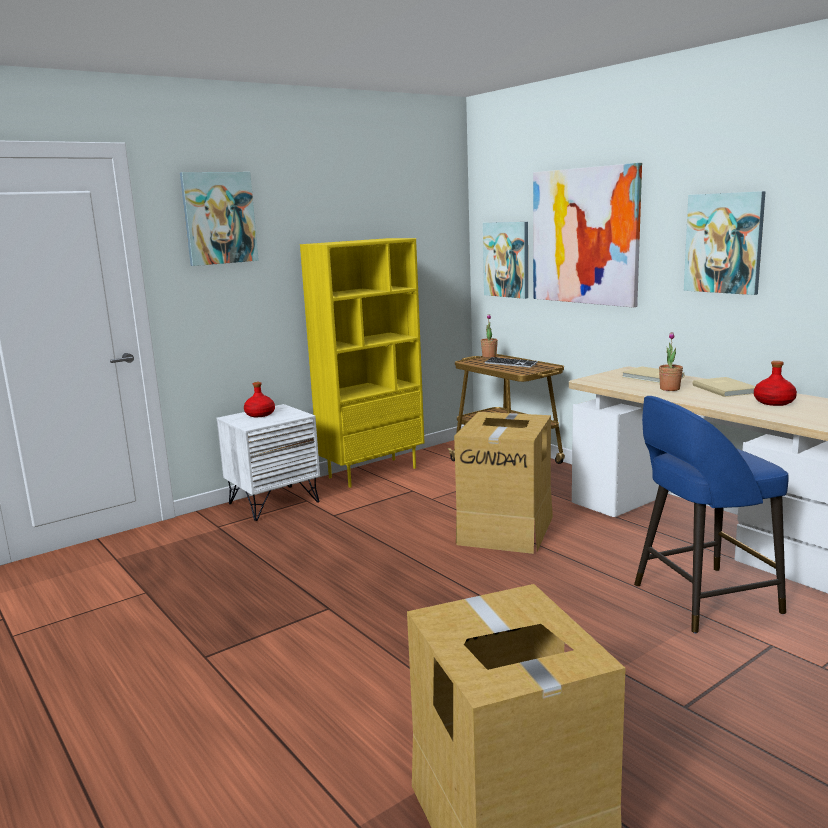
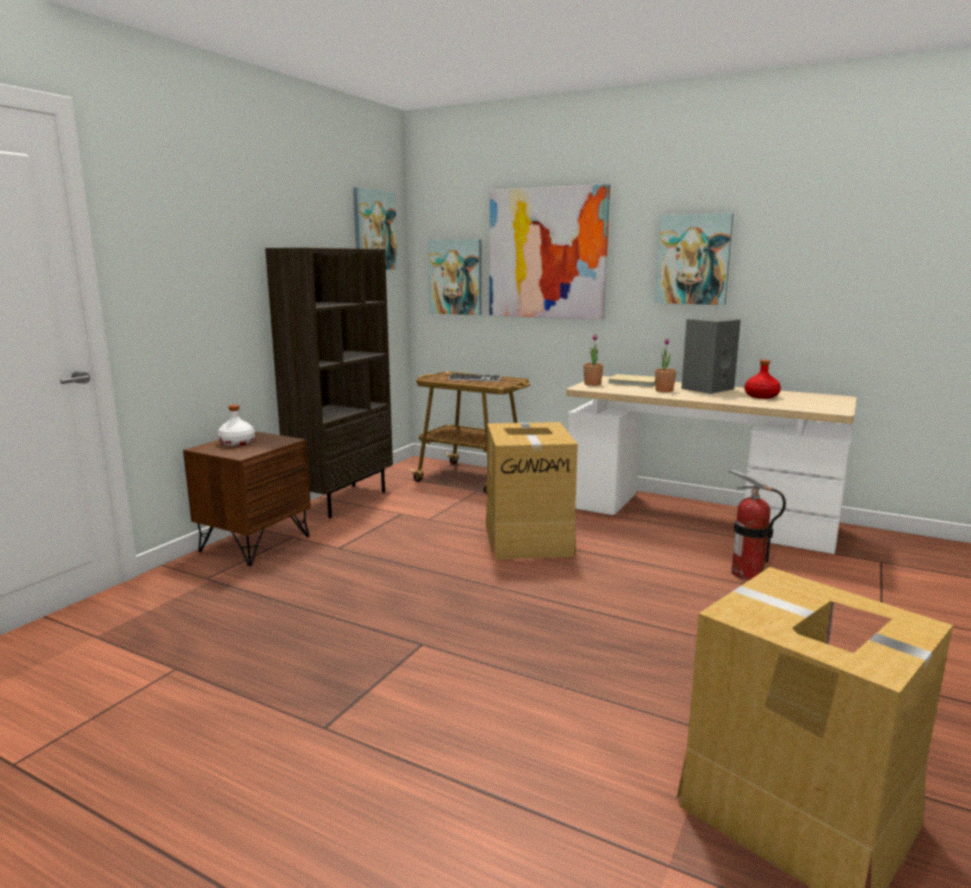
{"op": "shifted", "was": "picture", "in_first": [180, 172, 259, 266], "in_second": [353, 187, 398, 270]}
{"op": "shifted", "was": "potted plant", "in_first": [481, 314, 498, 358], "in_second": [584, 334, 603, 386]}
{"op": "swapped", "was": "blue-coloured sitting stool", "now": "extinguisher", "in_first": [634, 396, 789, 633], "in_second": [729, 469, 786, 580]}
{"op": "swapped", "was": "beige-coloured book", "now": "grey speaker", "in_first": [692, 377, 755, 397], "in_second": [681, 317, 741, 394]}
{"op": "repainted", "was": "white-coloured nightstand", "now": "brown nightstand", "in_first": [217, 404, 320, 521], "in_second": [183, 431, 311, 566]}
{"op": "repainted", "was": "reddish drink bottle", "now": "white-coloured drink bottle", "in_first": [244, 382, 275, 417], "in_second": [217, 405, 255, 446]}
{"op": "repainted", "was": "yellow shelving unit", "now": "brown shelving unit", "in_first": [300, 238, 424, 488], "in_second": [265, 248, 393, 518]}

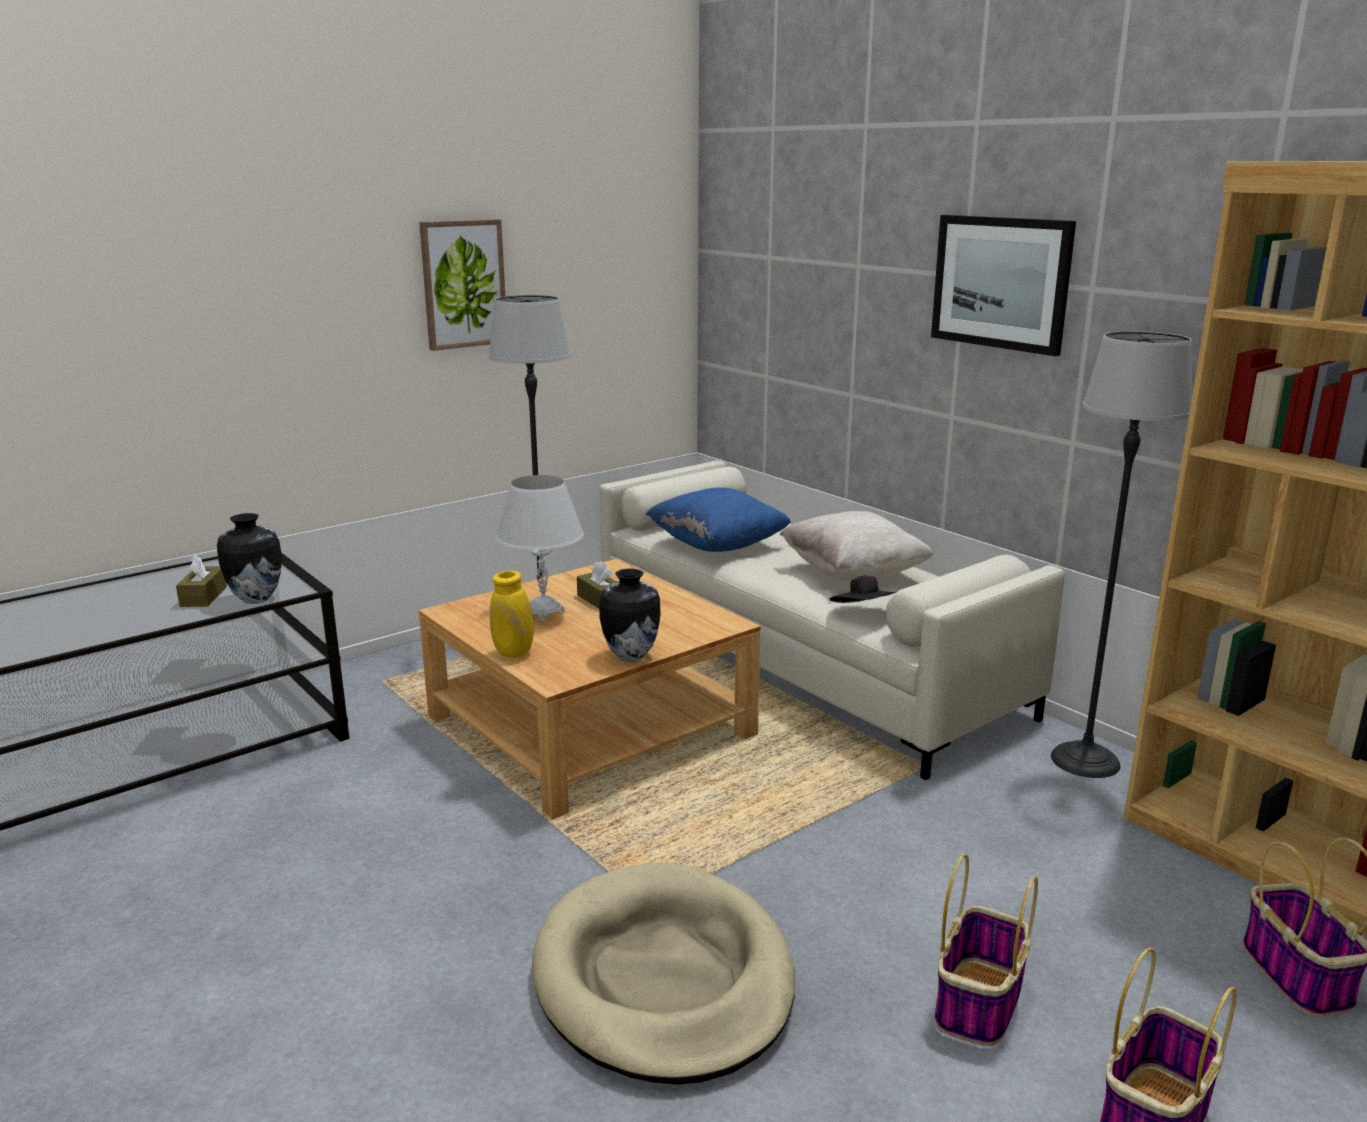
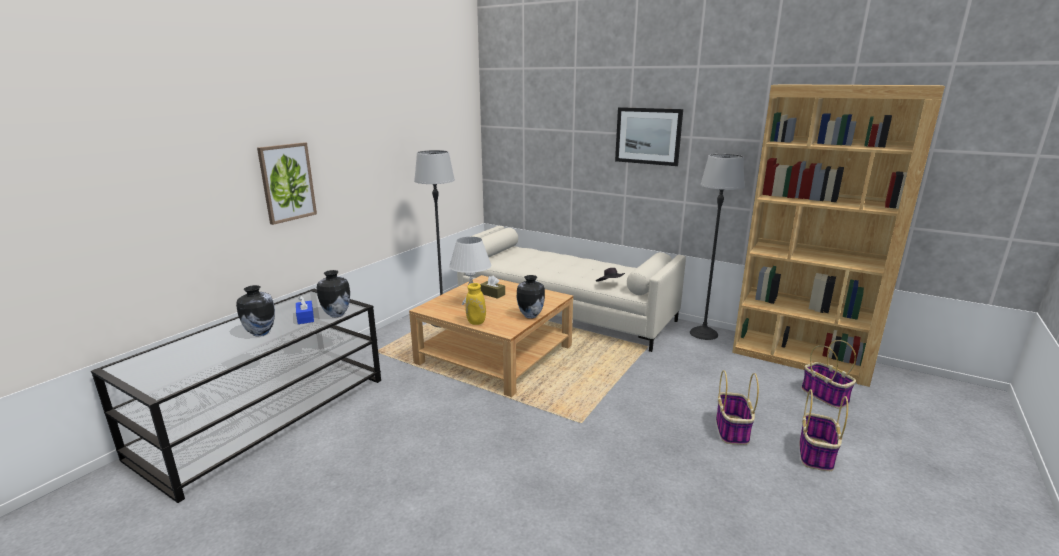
{"op": "gone", "was": "beige-coloured dog cushion", "in_first": [532, 863, 795, 1085]}
{"op": "gone", "was": "blue-coloured pillow", "in_first": [646, 487, 791, 552]}
{"op": "gone", "was": "beige-coloured pillow", "in_first": [779, 511, 933, 580]}
{"op": "new", "now": "decorative vase", "in_second": [236, 285, 275, 336]}
{"op": "shifted", "was": "picture", "in_first": [419, 219, 505, 351], "in_second": [257, 142, 317, 225]}
{"op": "repainted", "was": "brown box of tissues", "now": "blue-coloured box of tissues", "in_first": [176, 555, 227, 607], "in_second": [296, 296, 314, 324]}

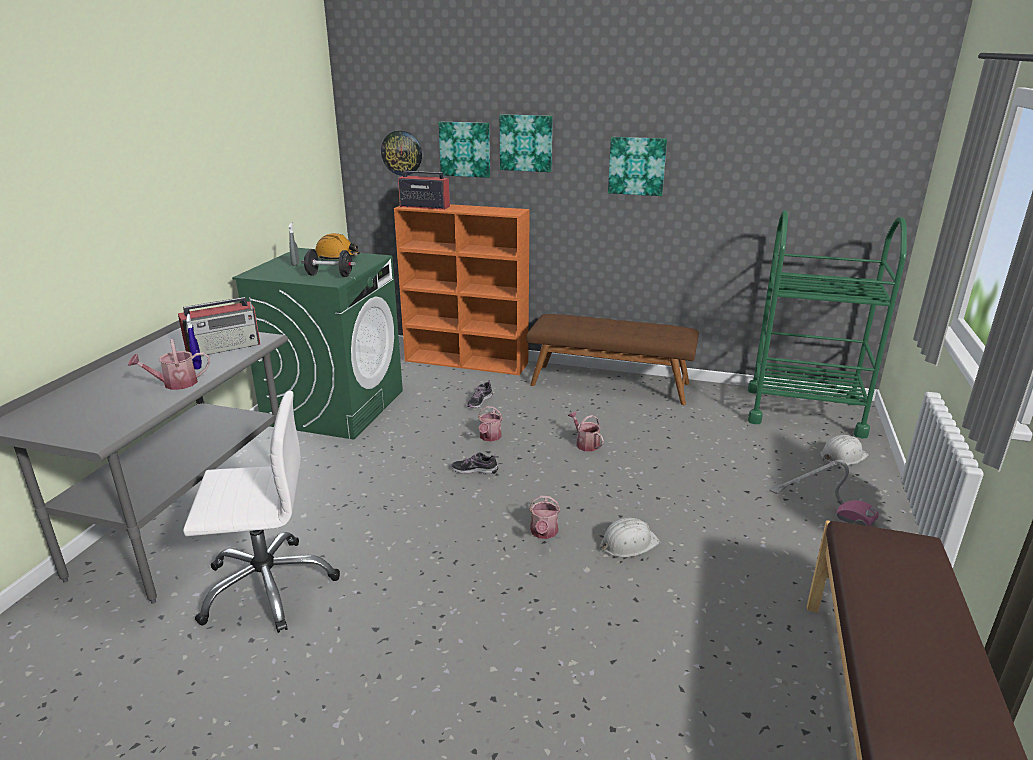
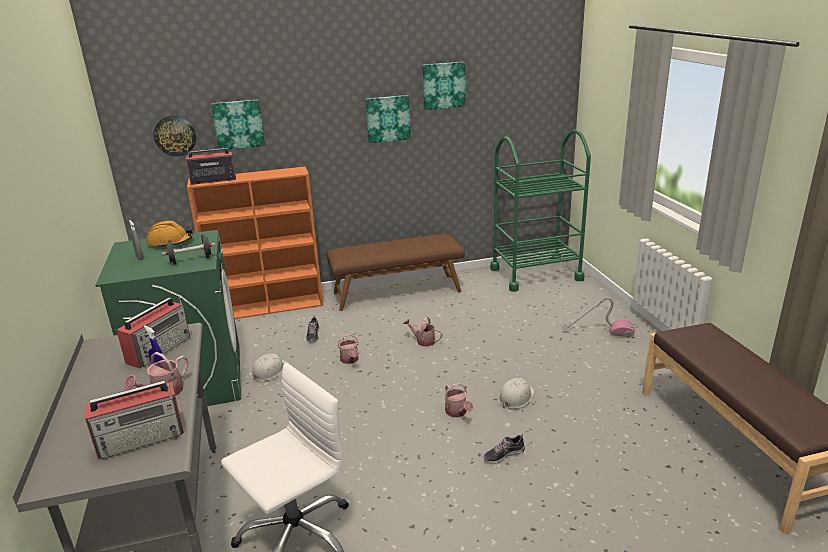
{"op": "new", "now": "radio", "in_second": [85, 380, 184, 459]}
{"op": "shifted", "was": "low shoe", "in_first": [451, 452, 498, 474], "in_second": [483, 434, 525, 464]}
{"op": "shifted", "was": "picture", "in_first": [499, 114, 553, 172], "in_second": [422, 62, 466, 110]}
{"op": "shifted", "was": "white-coloured safety helmet", "in_first": [820, 435, 869, 465], "in_second": [252, 354, 289, 381]}

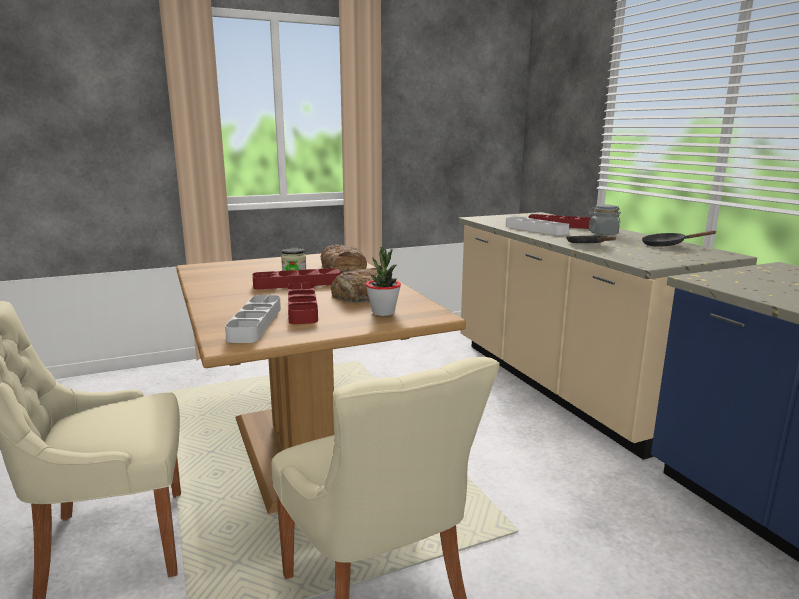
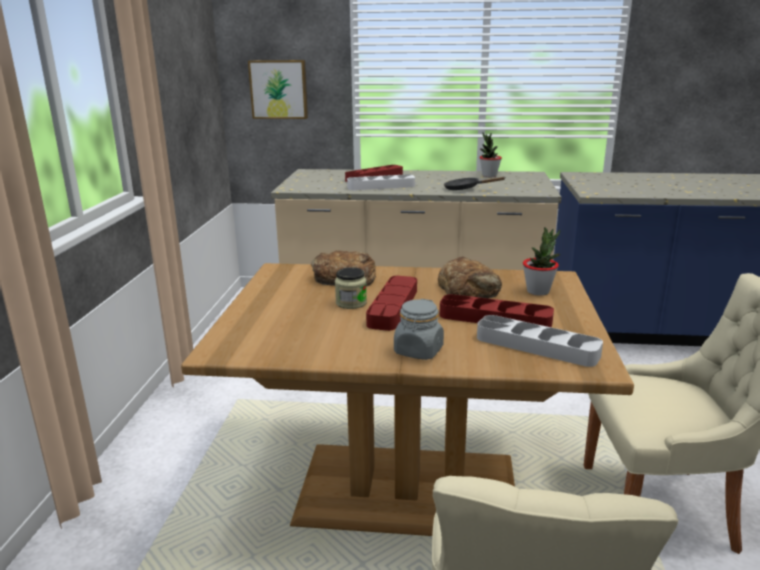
{"op": "new", "now": "picture", "in_second": [248, 60, 308, 119]}
{"op": "shifted", "was": "grey storage jar", "in_first": [589, 204, 621, 235], "in_second": [394, 299, 444, 360]}
{"op": "swapped", "was": "blackish skillet", "now": "potted plant", "in_first": [642, 231, 717, 247], "in_second": [479, 133, 502, 177]}

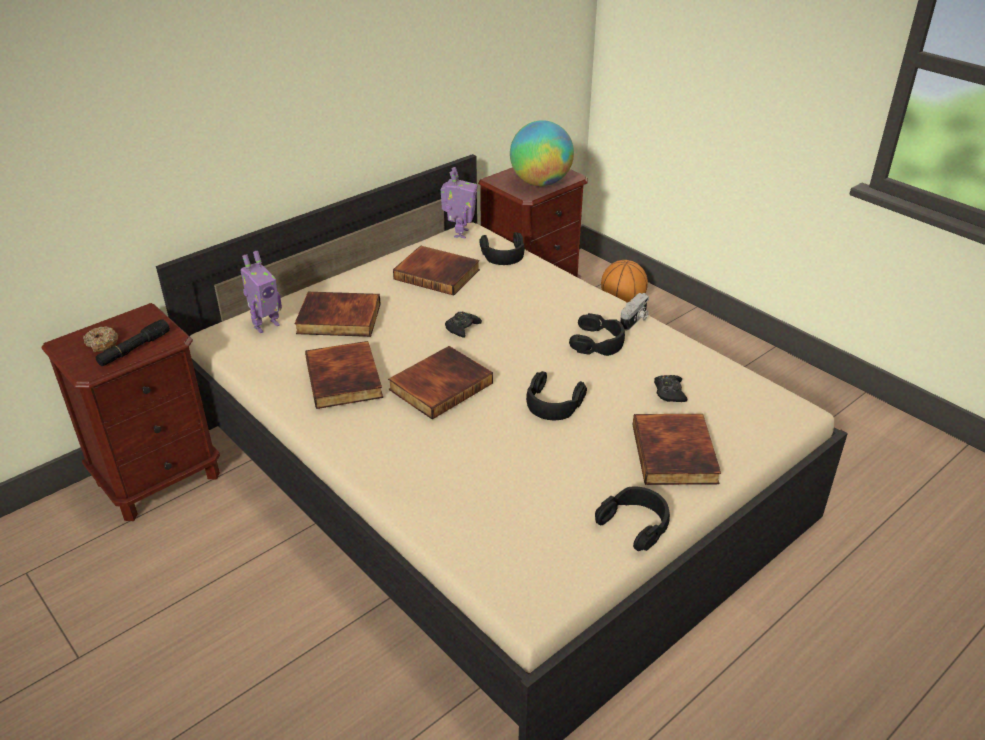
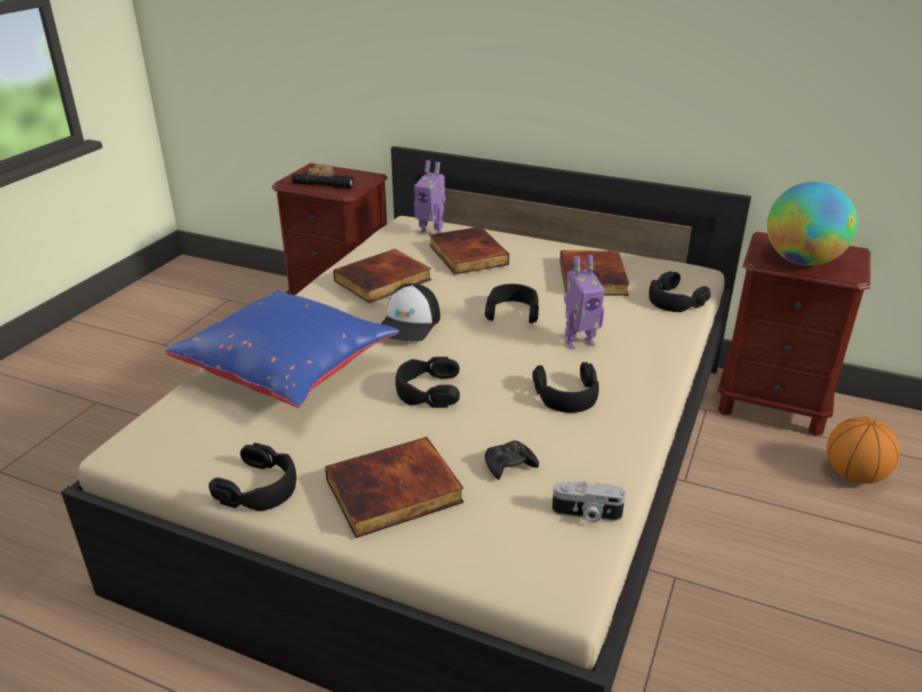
{"op": "new", "now": "blue-coloured pillow", "in_second": [165, 290, 399, 408]}
{"op": "shifted", "was": "robot figure", "in_first": [441, 167, 478, 238], "in_second": [564, 255, 605, 349]}
{"op": "shifted", "was": "still camera", "in_first": [620, 293, 649, 331], "in_second": [552, 481, 626, 523]}
{"op": "swapped", "was": "book", "now": "baseball cap", "in_first": [388, 346, 493, 419], "in_second": [381, 283, 440, 342]}
{"op": "swapped", "was": "blackish gamepad", "now": "blackish pair of headphones", "in_first": [445, 311, 482, 338], "in_second": [485, 284, 539, 323]}

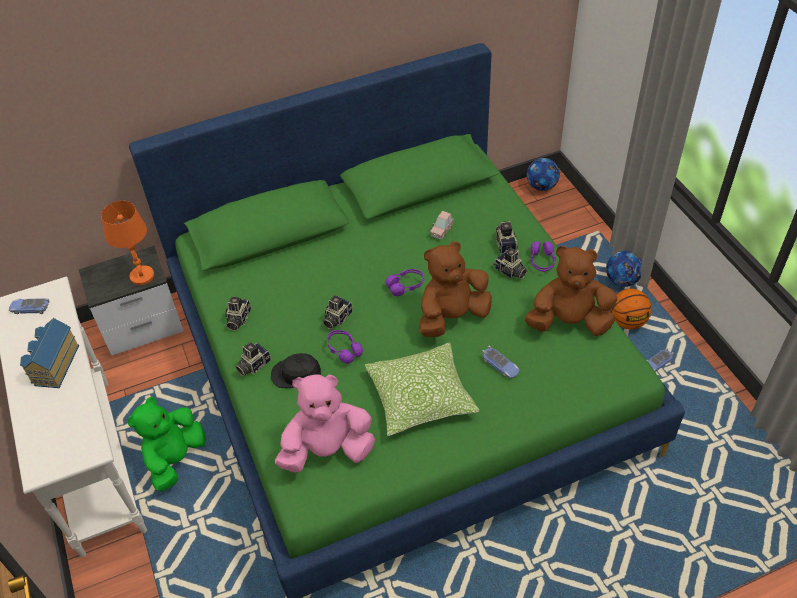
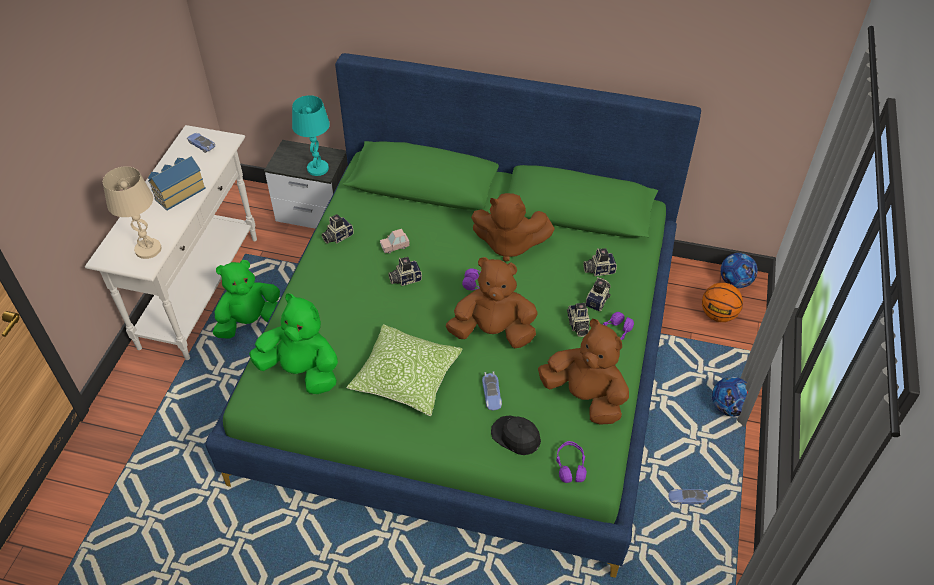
{"op": "new", "now": "beige-coloured tabletop lamp", "in_second": [103, 166, 161, 259]}
{"op": "new", "now": "brown plush toy", "in_second": [471, 193, 555, 261]}
{"op": "shifted", "was": "still camera", "in_first": [235, 342, 271, 376], "in_second": [583, 248, 617, 276]}
{"op": "shifted", "was": "blackish baseball cap", "in_first": [271, 353, 321, 388], "in_second": [491, 415, 541, 455]}
{"op": "shifted", "was": "purple-coloured pair of headphones", "in_first": [327, 330, 363, 364], "in_second": [556, 441, 587, 483]}
{"op": "shifted", "was": "pink-coloured toy car", "in_first": [430, 211, 454, 240], "in_second": [380, 229, 410, 254]}
{"op": "shifted", "was": "basketball", "in_first": [610, 288, 652, 329], "in_second": [702, 283, 743, 322]}
{"op": "repainted", "was": "orangey tabletop lamp", "now": "turquoise tabletop lamp", "in_first": [101, 201, 154, 285], "in_second": [292, 95, 330, 176]}
{"op": "repainted", "was": "pink-coloured plush toy", "now": "green plush toy", "in_first": [275, 374, 375, 473], "in_second": [249, 294, 338, 394]}

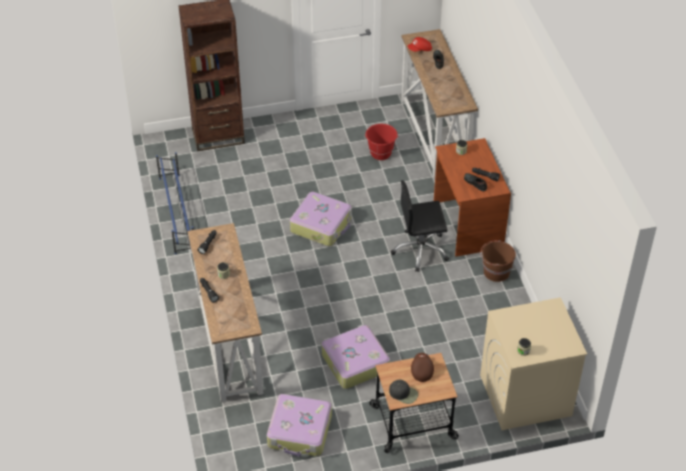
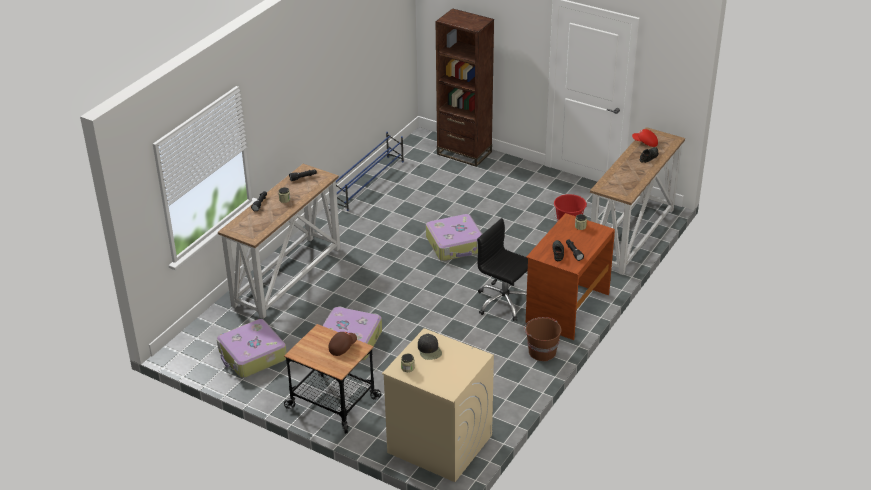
{"op": "shifted", "was": "blackish baseball cap", "in_first": [389, 380, 418, 404], "in_second": [418, 334, 442, 360]}

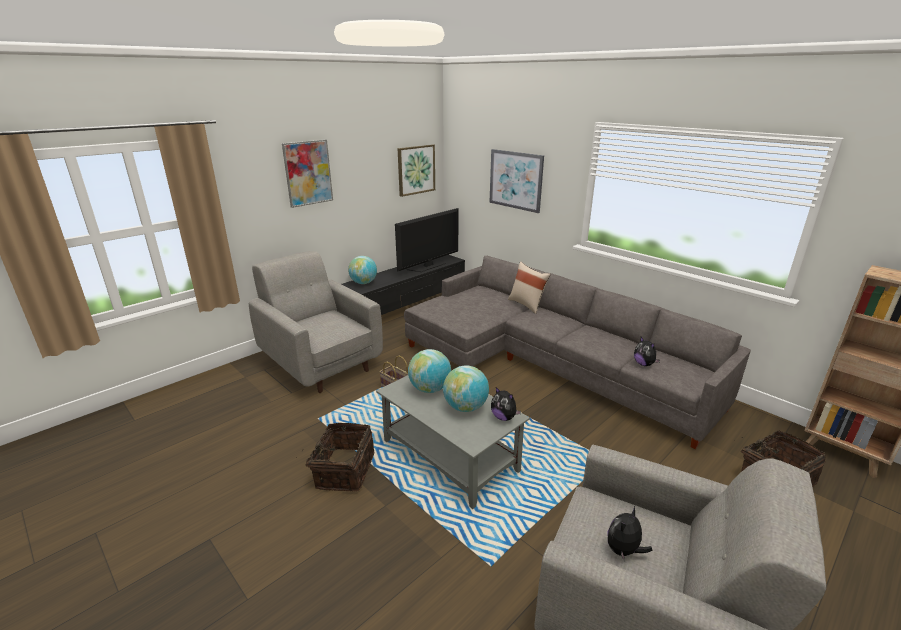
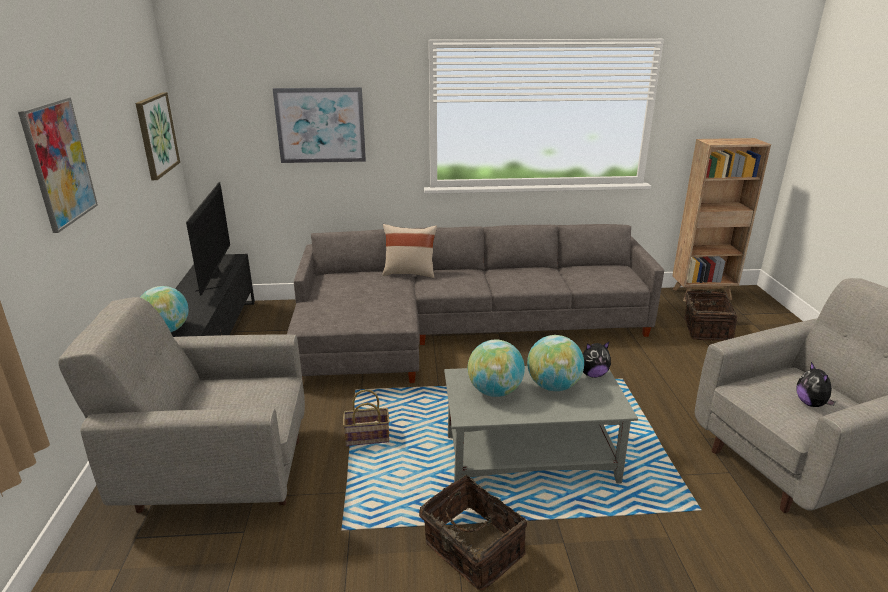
{"op": "gone", "was": "plush toy", "in_first": [634, 337, 660, 366]}

